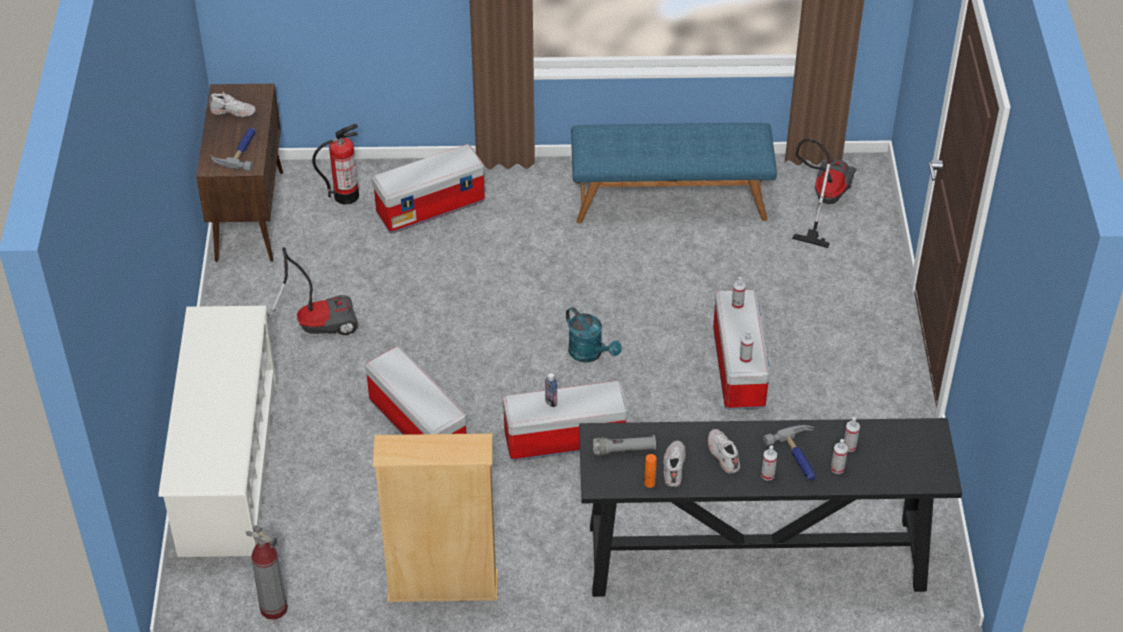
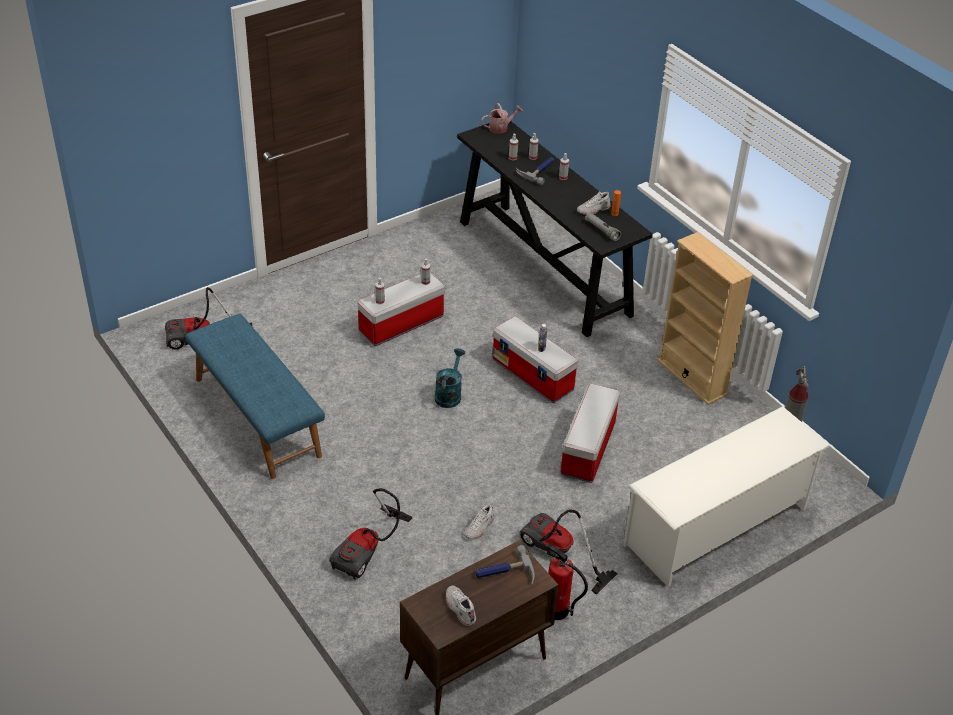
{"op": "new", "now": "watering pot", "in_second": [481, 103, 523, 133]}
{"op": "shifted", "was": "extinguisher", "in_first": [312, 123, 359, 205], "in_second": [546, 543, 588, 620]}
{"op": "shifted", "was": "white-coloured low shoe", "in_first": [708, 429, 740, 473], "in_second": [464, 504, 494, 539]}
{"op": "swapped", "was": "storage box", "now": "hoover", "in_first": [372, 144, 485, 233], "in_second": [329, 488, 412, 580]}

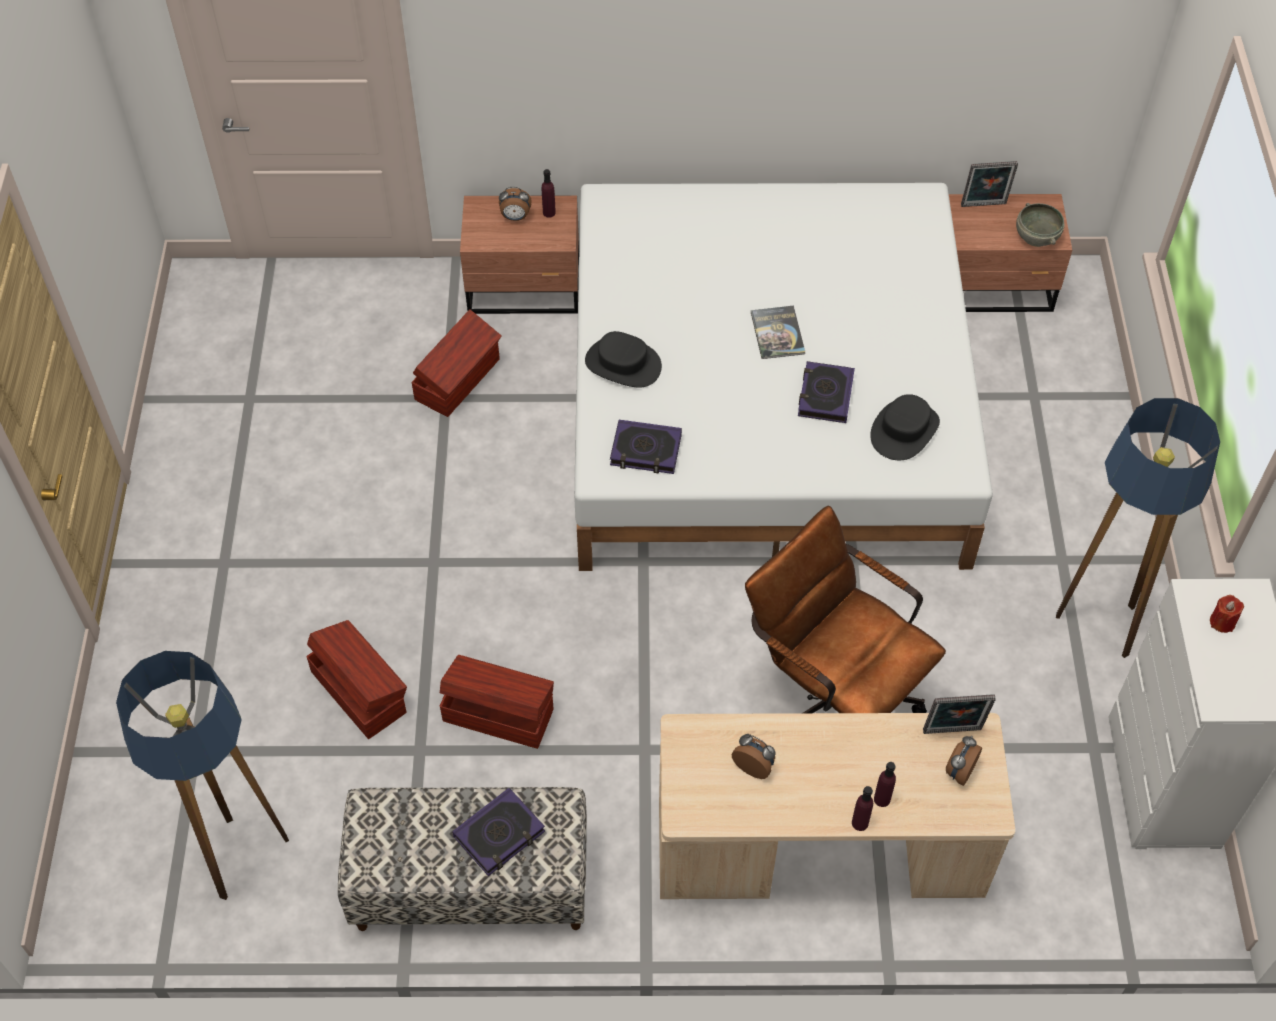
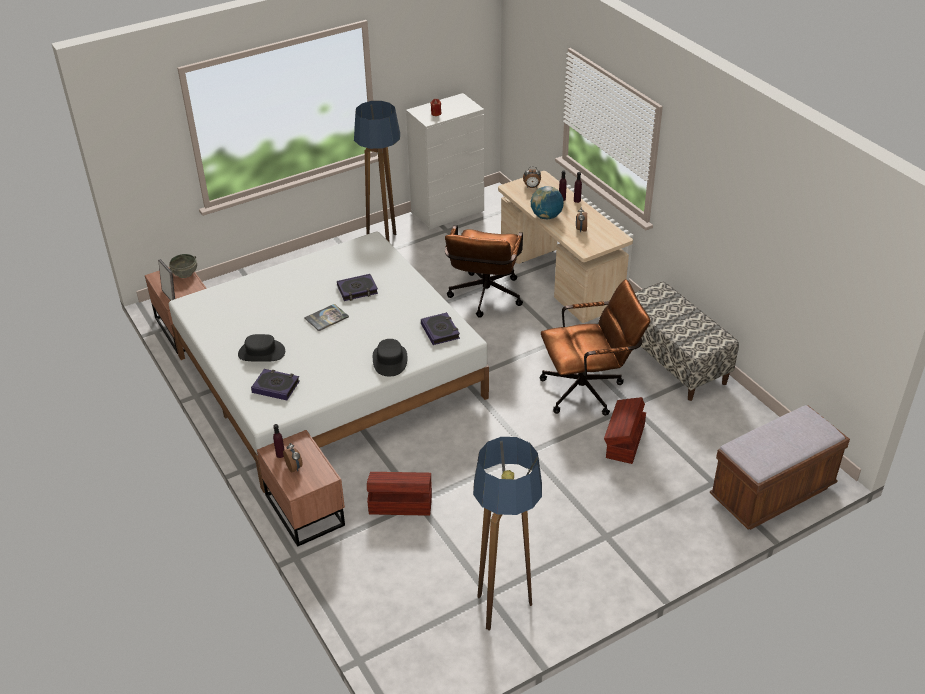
{"op": "gone", "was": "photo frame", "in_first": [923, 694, 996, 734]}
{"op": "new", "now": "world globe", "in_second": [531, 186, 564, 219]}
{"op": "new", "now": "brown indoor bench", "in_second": [710, 405, 850, 530]}
{"op": "shifted", "was": "standard lamp", "in_first": [116, 651, 289, 900], "in_second": [473, 437, 542, 631]}
{"op": "shifted", "was": "book", "in_first": [452, 788, 545, 876], "in_second": [251, 369, 300, 400]}
{"op": "shifted", "was": "blackish hat", "in_first": [870, 394, 940, 460], "in_second": [238, 334, 285, 362]}
{"op": "swapped", "was": "brown storage box", "now": "brown desk chair", "in_first": [440, 655, 554, 749], "in_second": [539, 279, 651, 416]}

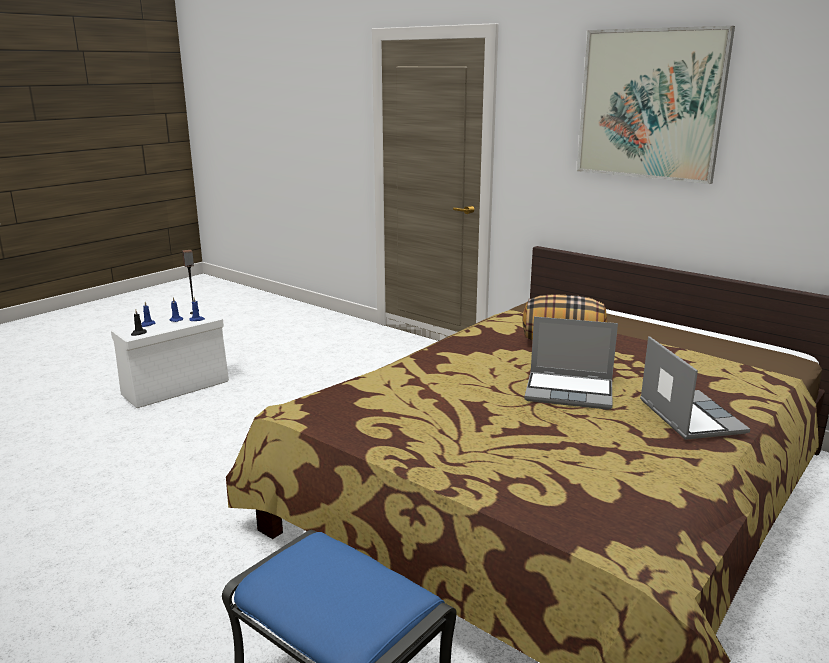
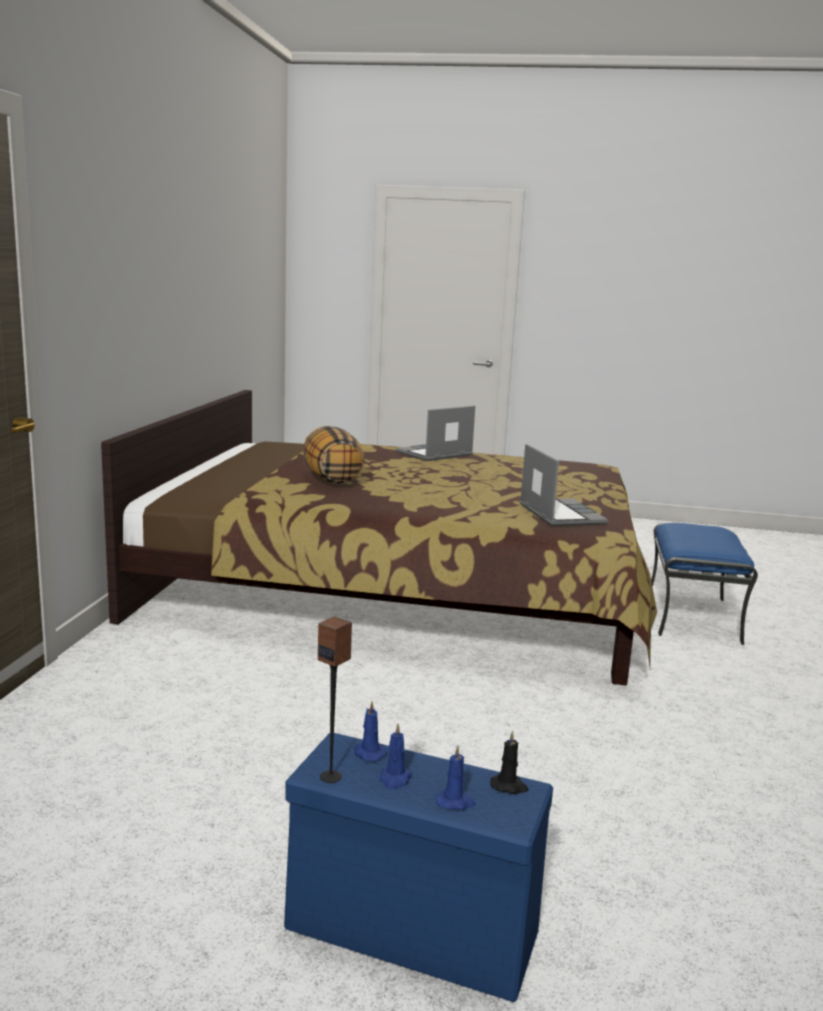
{"op": "gone", "was": "picture", "in_first": [577, 26, 735, 184]}
{"op": "shifted", "was": "laptop", "in_first": [524, 317, 618, 410], "in_second": [520, 444, 608, 526]}
{"op": "repainted", "was": "white-coloured storage box", "now": "blue-coloured storage box", "in_first": [111, 309, 229, 408], "in_second": [284, 733, 553, 1002]}

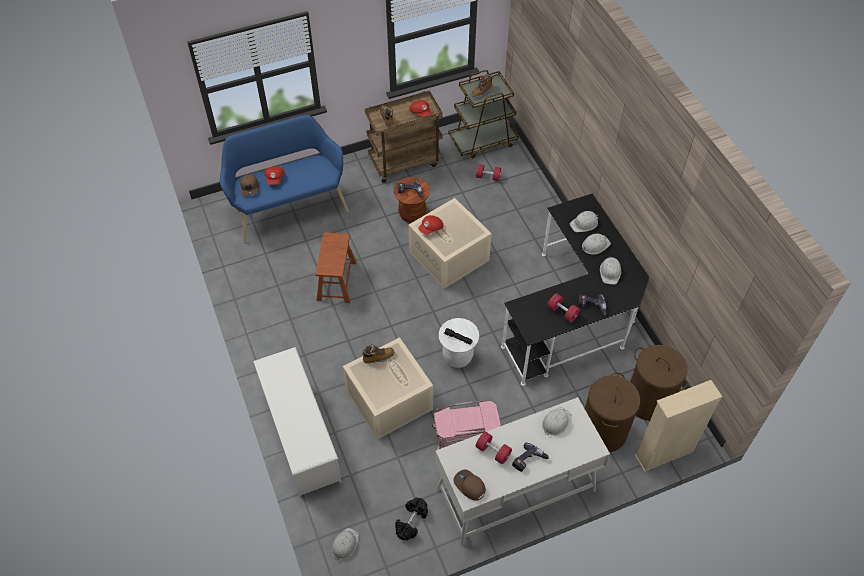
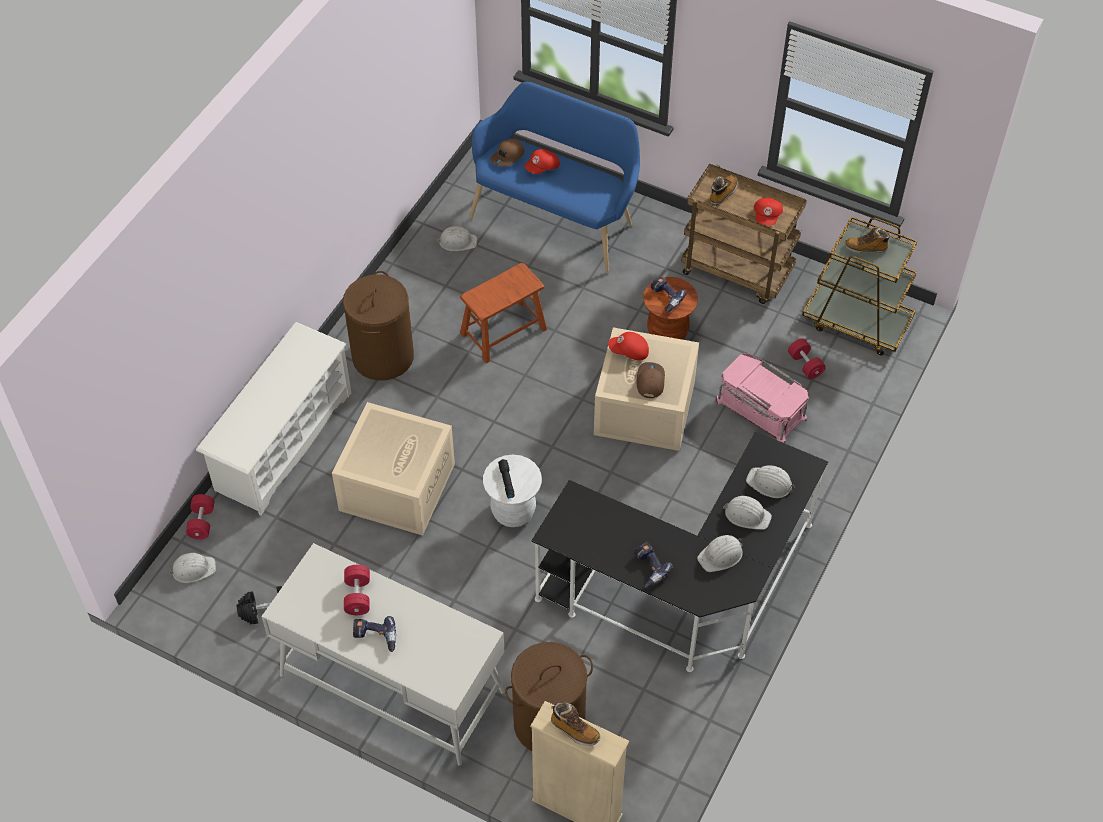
{"op": "shifted", "was": "tall boot", "in_first": [362, 344, 394, 363], "in_second": [551, 703, 600, 746]}
{"op": "shifted", "was": "pink-coloured storage box", "in_first": [432, 400, 501, 450], "in_second": [715, 353, 809, 443]}
{"op": "shifted", "was": "brown baseball cap", "in_first": [453, 469, 486, 501], "in_second": [636, 362, 665, 398]}
{"op": "shifted", "was": "white-coloured safety helmet", "in_first": [542, 407, 572, 436], "in_second": [437, 226, 477, 251]}
{"op": "shifted", "was": "reddish dumbbell", "in_first": [547, 293, 580, 323], "in_second": [186, 494, 215, 539]}
{"op": "shifted", "was": "brown hamper", "in_first": [630, 345, 688, 421], "in_second": [343, 271, 414, 381]}

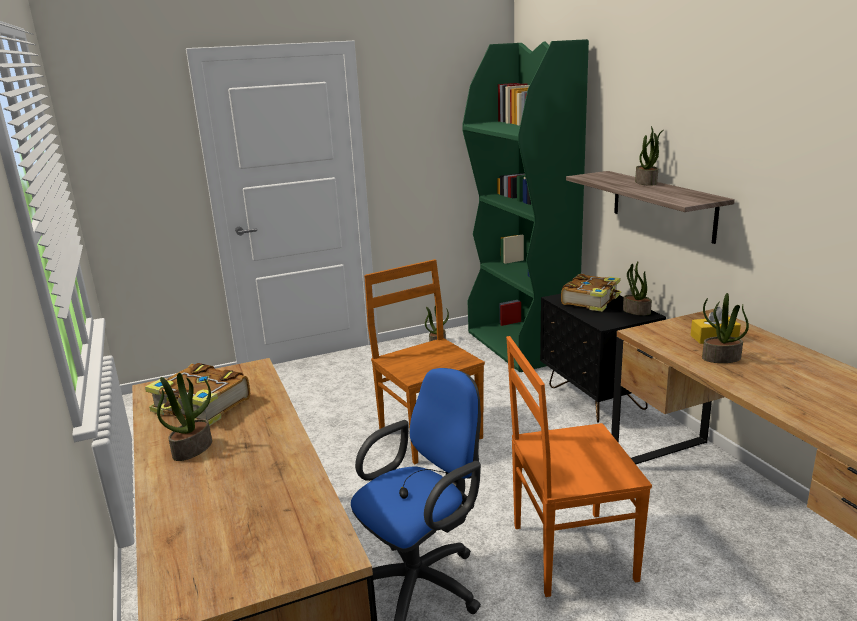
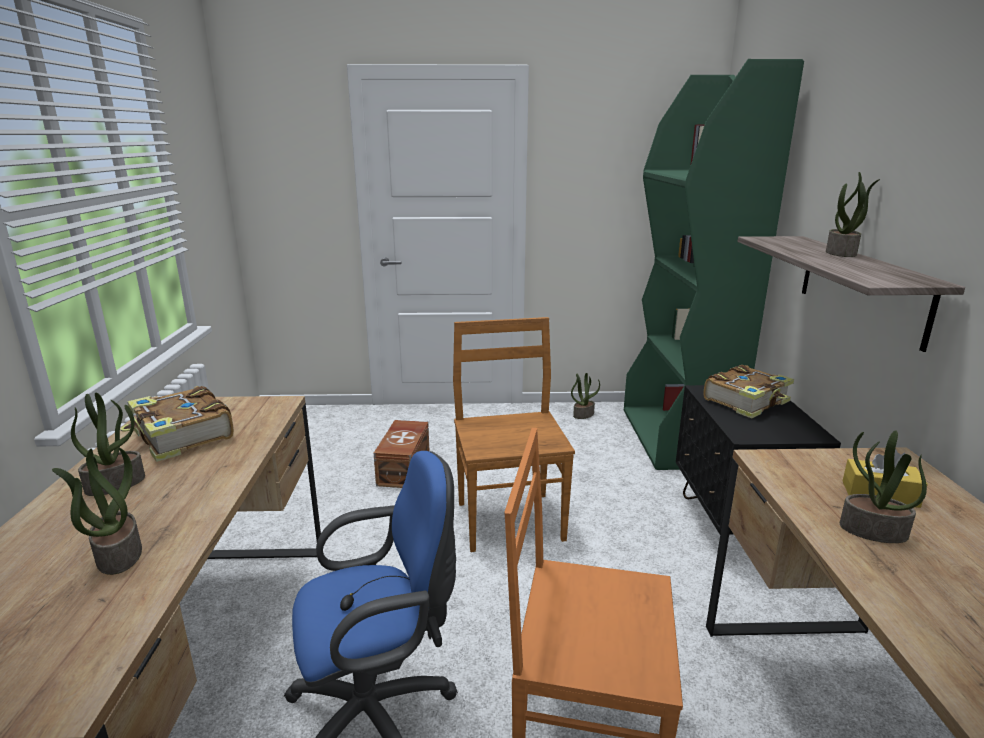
{"op": "new", "now": "brown storage box", "in_second": [374, 420, 429, 488]}
{"op": "shifted", "was": "potted plant", "in_first": [623, 262, 652, 316], "in_second": [52, 448, 142, 575]}

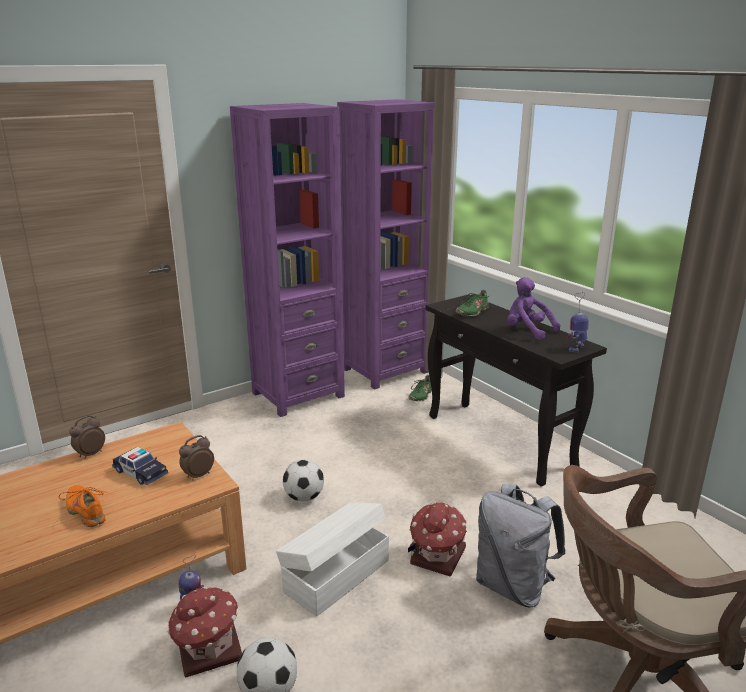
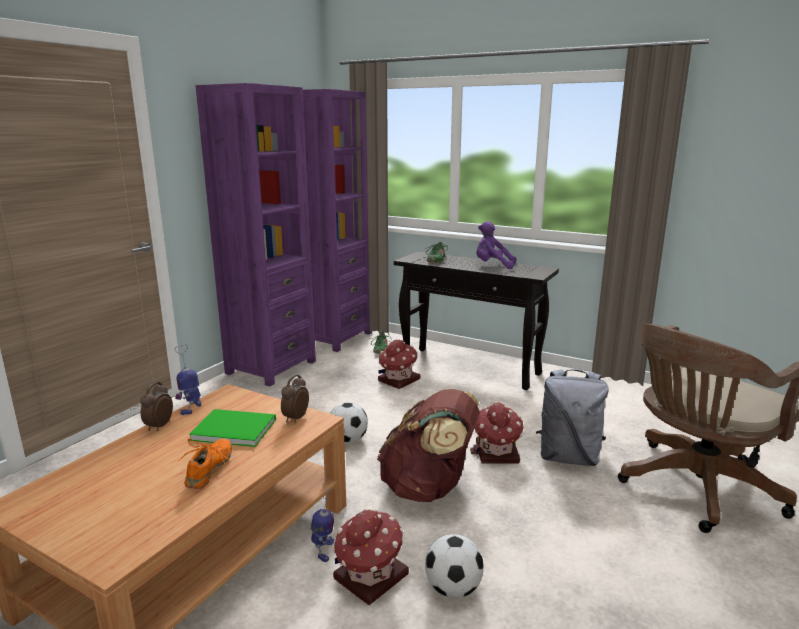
{"op": "new", "now": "miniature house", "in_second": [378, 339, 420, 389]}
{"op": "shifted", "was": "robot figure", "in_first": [567, 292, 588, 353], "in_second": [175, 344, 201, 415]}
{"op": "swapped", "was": "toy car", "now": "green book", "in_first": [112, 447, 168, 485], "in_second": [189, 409, 276, 447]}
{"op": "swapped", "was": "white-coloured storage box", "now": "brown knapsack", "in_first": [276, 502, 389, 617], "in_second": [377, 389, 480, 502]}
{"op": "rotated", "was": "orangey low shoe", "in_first": [59, 485, 112, 527], "in_second": [178, 438, 232, 489], "clockwise": 75}

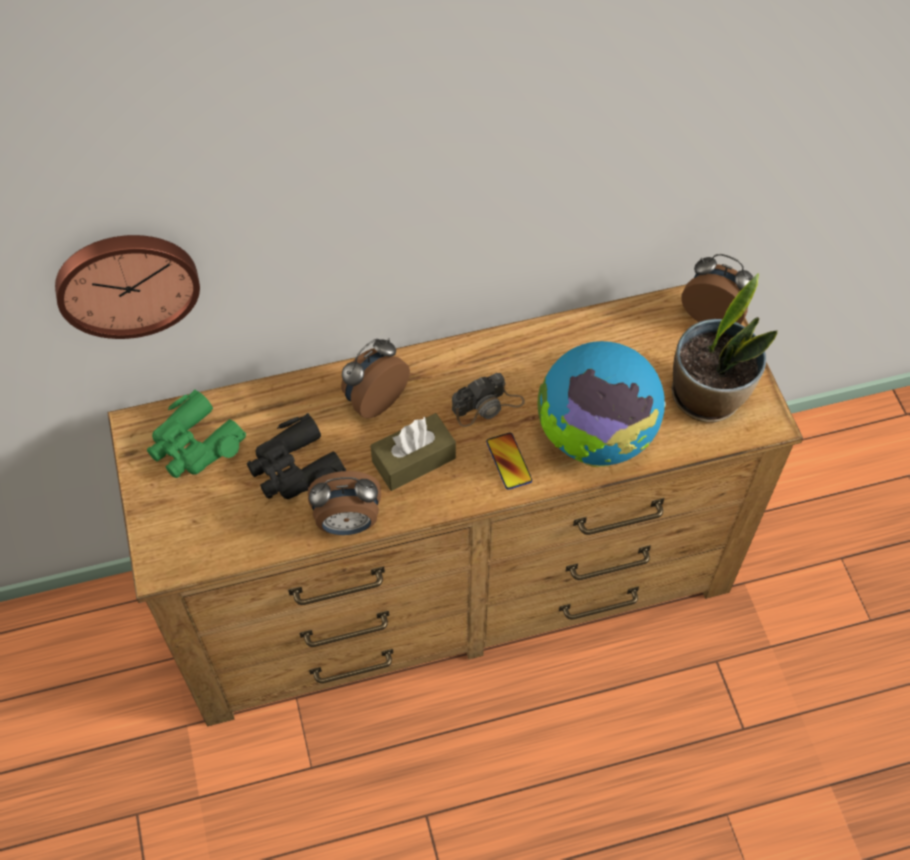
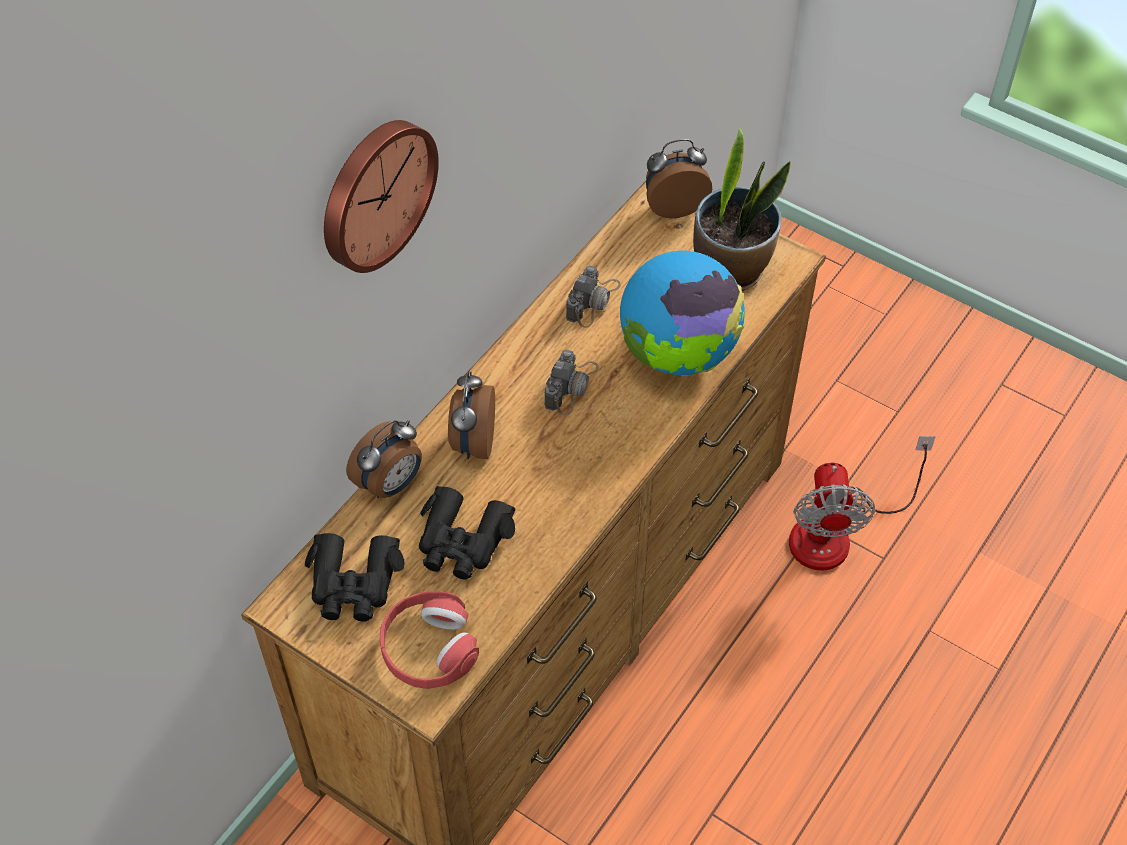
{"op": "gone", "was": "brown box of tissues", "in_first": [370, 413, 456, 491]}
{"op": "gone", "was": "handset", "in_first": [486, 432, 532, 490]}
{"op": "new", "now": "reddish pair of headphones", "in_second": [380, 591, 479, 689]}
{"op": "new", "now": "still camera", "in_second": [566, 265, 621, 328]}
{"op": "new", "now": "fan", "in_second": [789, 436, 935, 571]}
{"op": "shifted", "was": "wall clock", "in_first": [55, 235, 200, 339], "in_second": [324, 120, 439, 273]}
{"op": "shifted", "was": "table clock", "in_first": [308, 471, 381, 535], "in_second": [346, 420, 422, 498]}
{"op": "repainted", "was": "green field glasses", "now": "blackish field glasses", "in_first": [147, 389, 246, 478], "in_second": [305, 533, 405, 622]}

